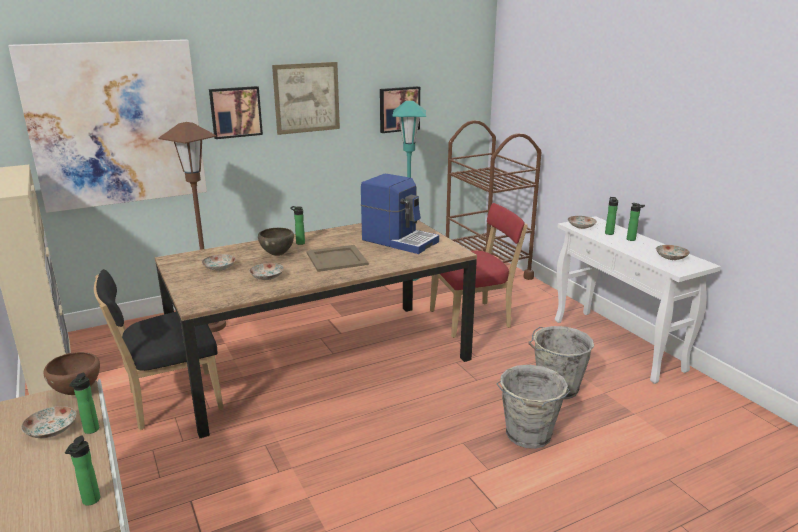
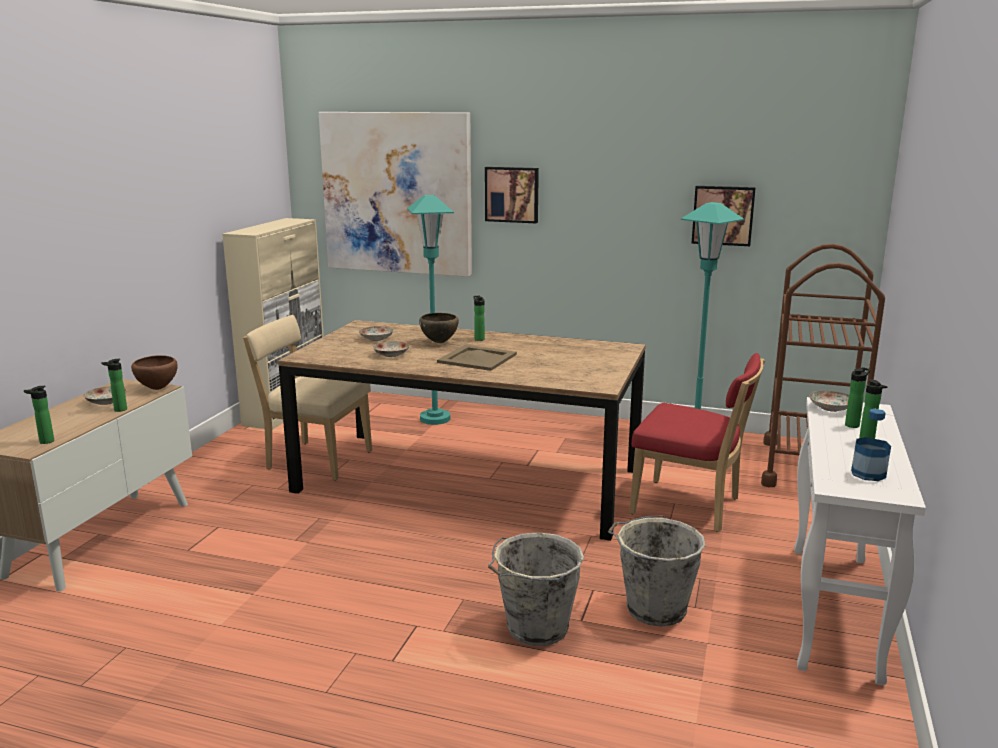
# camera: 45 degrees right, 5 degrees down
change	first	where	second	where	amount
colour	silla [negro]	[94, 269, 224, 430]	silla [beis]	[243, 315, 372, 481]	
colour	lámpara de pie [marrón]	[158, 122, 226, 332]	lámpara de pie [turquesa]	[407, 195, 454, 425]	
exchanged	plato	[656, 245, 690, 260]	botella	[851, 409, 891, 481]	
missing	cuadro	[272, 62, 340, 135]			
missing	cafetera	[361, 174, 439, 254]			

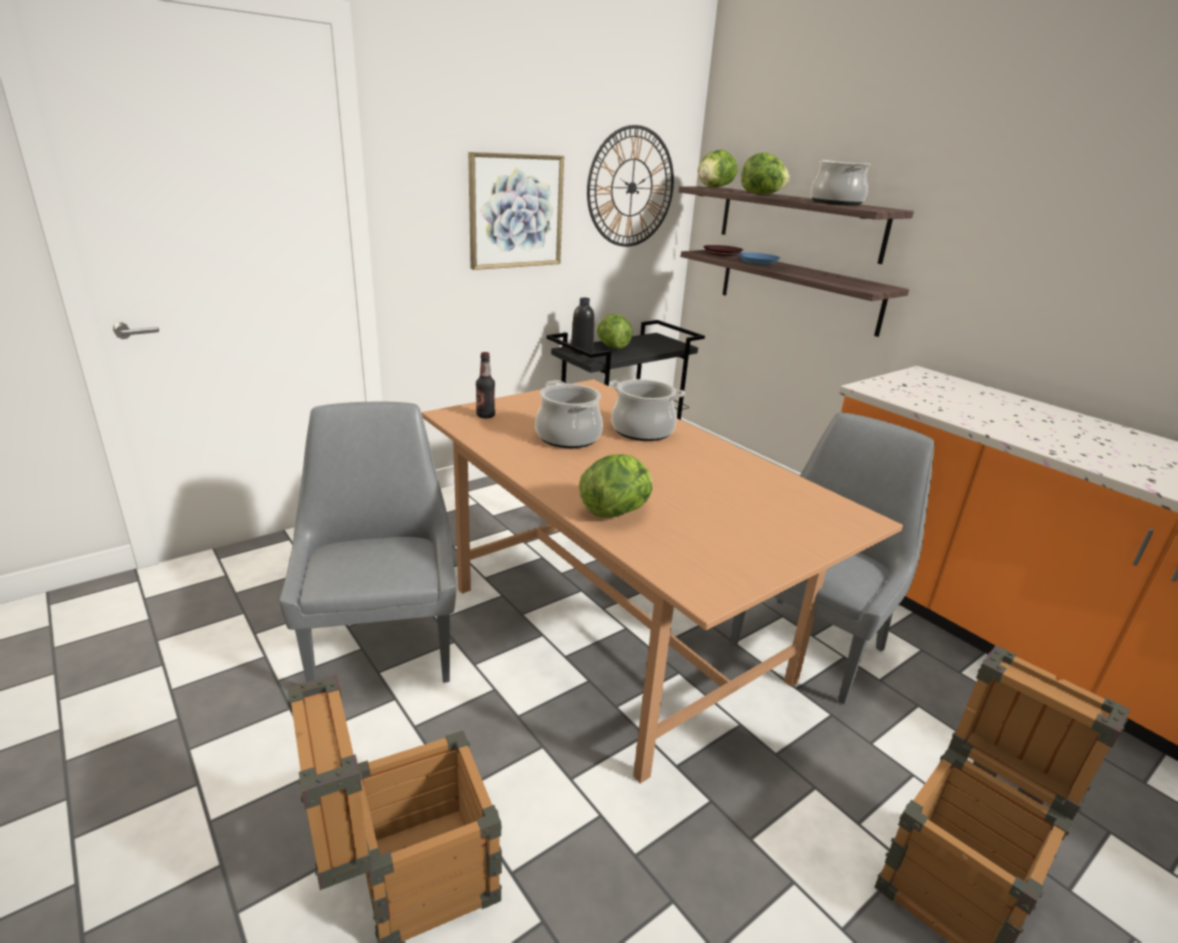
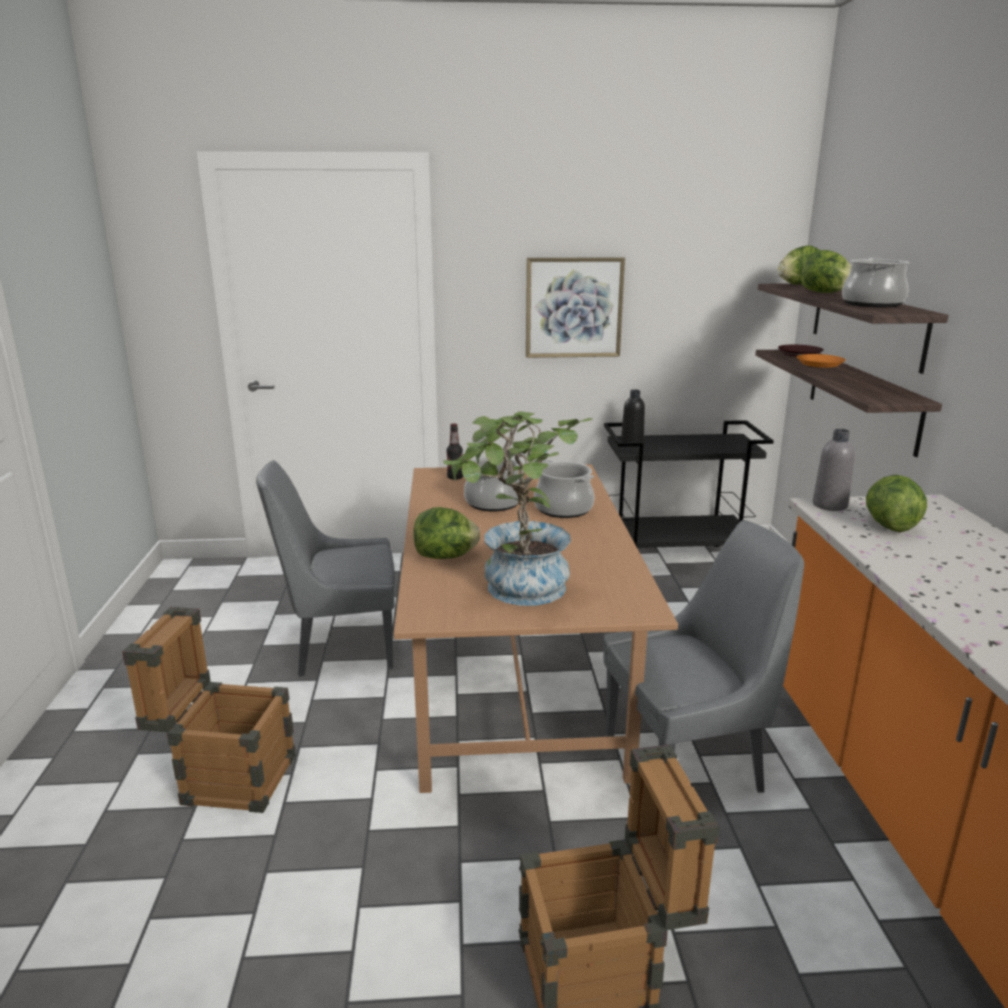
# camera: 35 degrees right, 5 degrees down
change	first	where	second	where	amount
spun	silla [gris]	[279, 402, 456, 683]		[256, 460, 395, 677]	120 degrees counterclockwise
appeared			planta en maceta	[443, 412, 592, 606]	
colour	plato [azul]	[738, 253, 780, 264]	plato [naranja]	[797, 354, 846, 368]	
appeared			botella [gris]	[813, 429, 855, 511]	
relocated	lechuga	[596, 314, 632, 349]		[866, 475, 927, 532]	
missing	reloj de pared	[587, 125, 674, 247]			

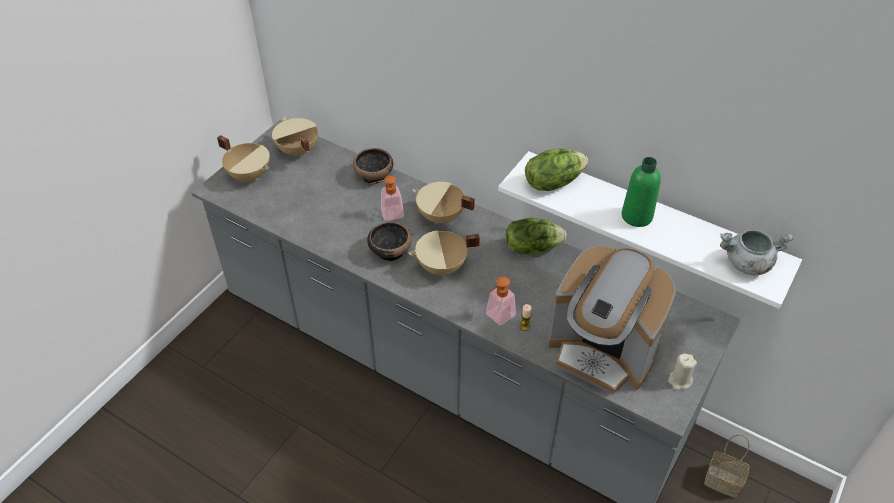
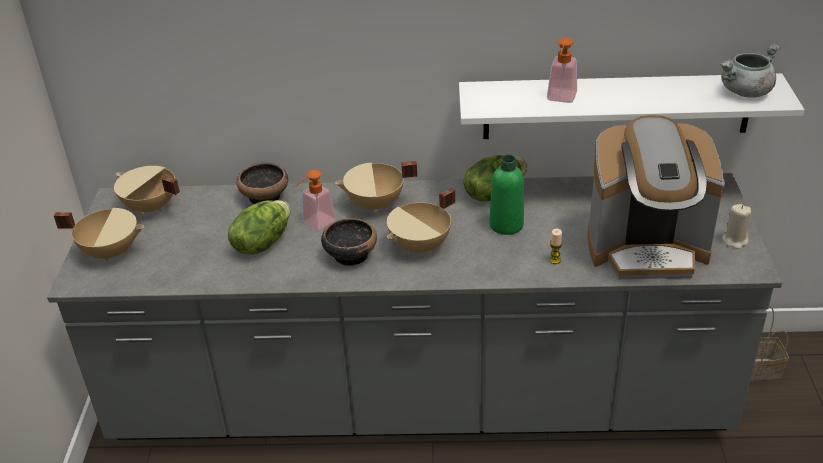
# camera: 30 degrees left, 10 degrees down
change	first	where	second	where	amount
relocated	lechuga	[525, 148, 588, 191]		[228, 200, 290, 255]	
relocated	botella [verde]	[622, 157, 661, 227]		[489, 155, 524, 235]	
relocated	dispensador de jabón	[486, 277, 516, 326]		[547, 38, 577, 103]	

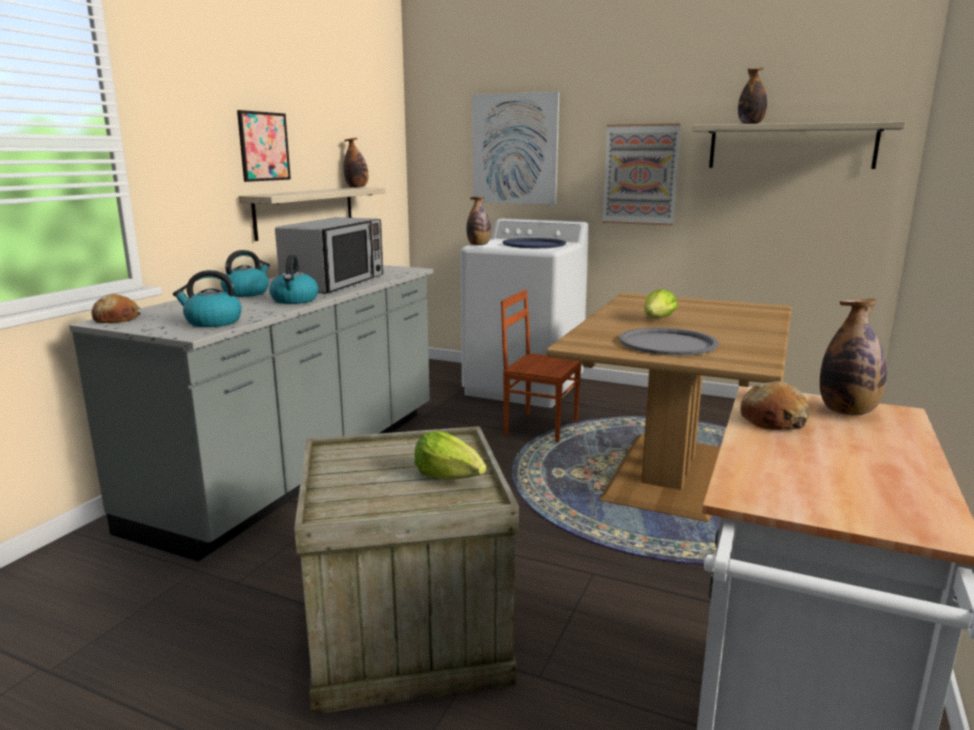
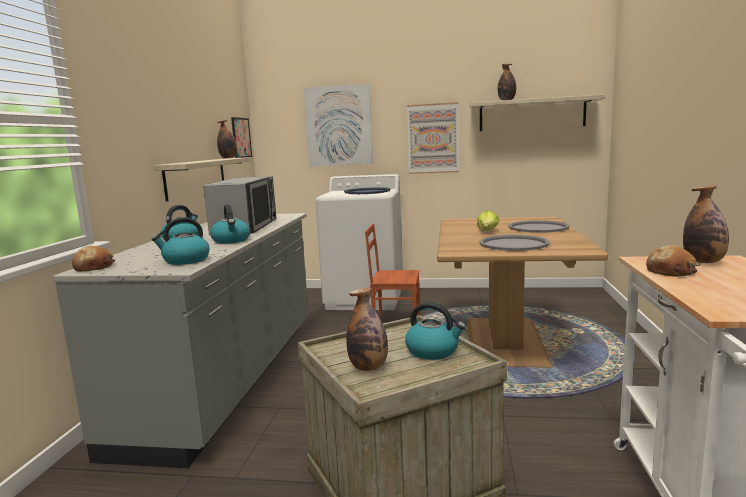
# camera: 15 degrees left, 5 degrees down
change	first	where	second	where	amount
relocated	cuadro	[237, 110, 291, 182]		[231, 117, 252, 158]	
relocated	botella	[467, 196, 491, 245]		[346, 288, 388, 371]	
exchanged	lechuga	[414, 430, 486, 480]	hervidor	[405, 302, 466, 360]	
appeared			bandeja [gris]	[508, 220, 570, 233]	

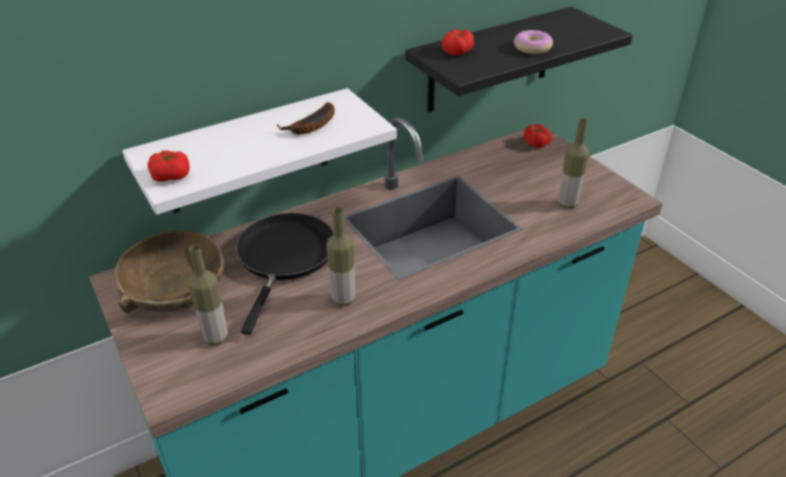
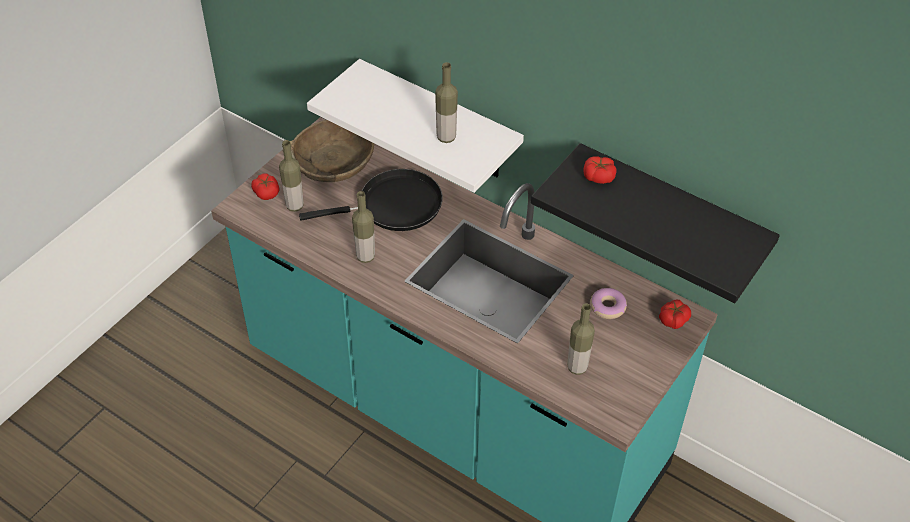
# camera: 65 degrees right, 10 degrees up
change	first	where	second	where	amount
relocated	tomate	[148, 151, 190, 182]		[251, 173, 280, 200]	
exchanged	plátano	[277, 102, 335, 134]	botella	[435, 62, 458, 143]	
relocated	rosquilla	[514, 30, 553, 54]		[590, 288, 627, 319]	

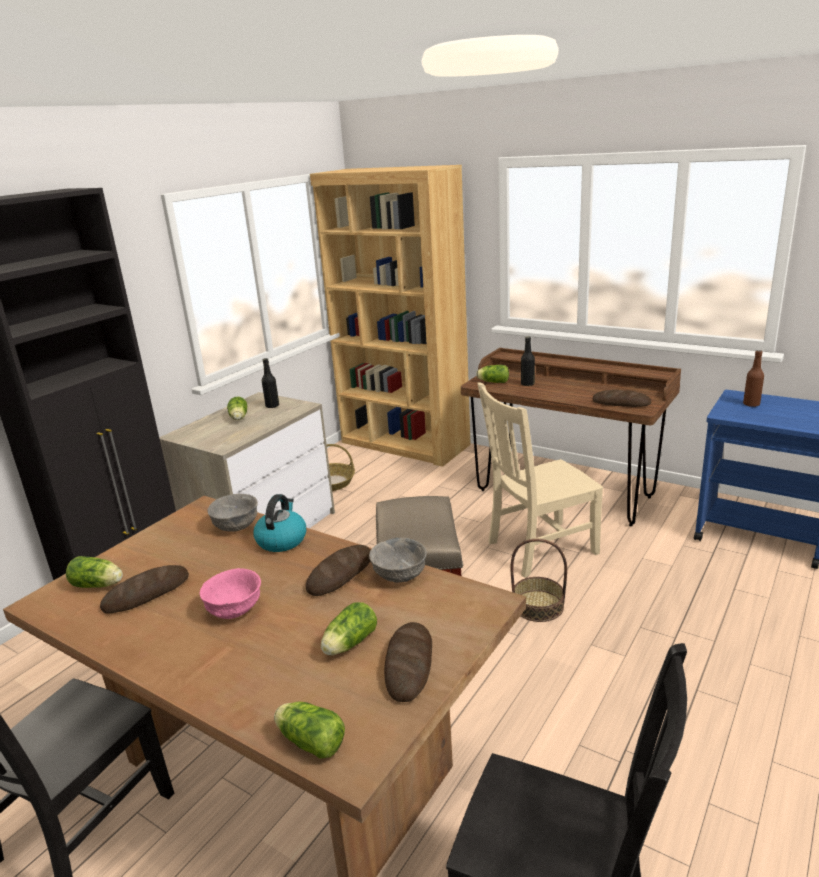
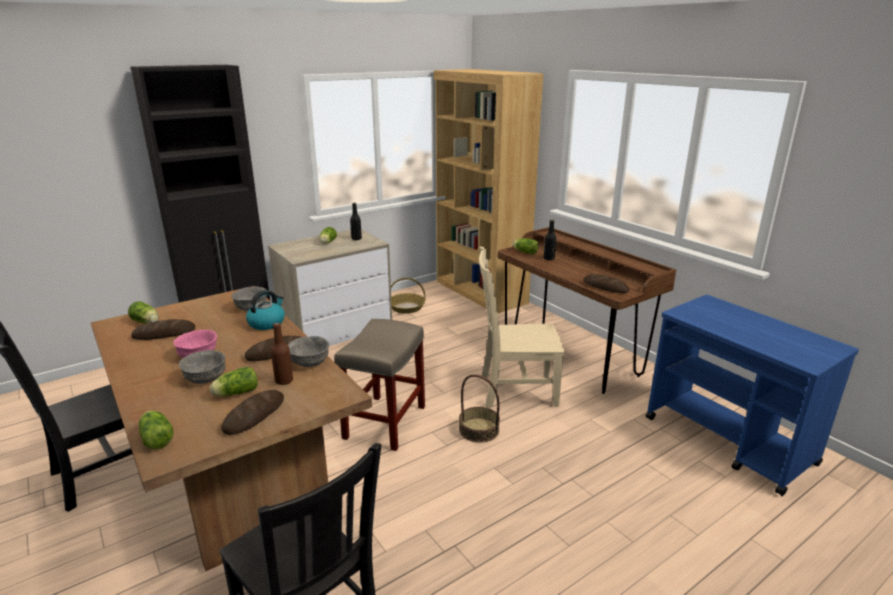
# camera: 20 degrees right, 0 degrees up
change	first	where	second	where	amount
appeared			cuenco [gris]	[179, 350, 226, 384]	
relocated	botella [marrón]	[743, 350, 764, 407]		[271, 322, 293, 385]	

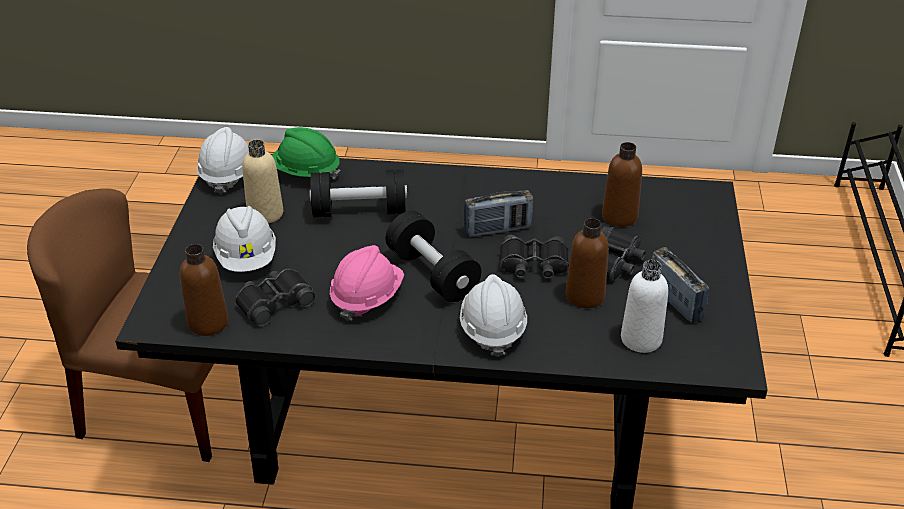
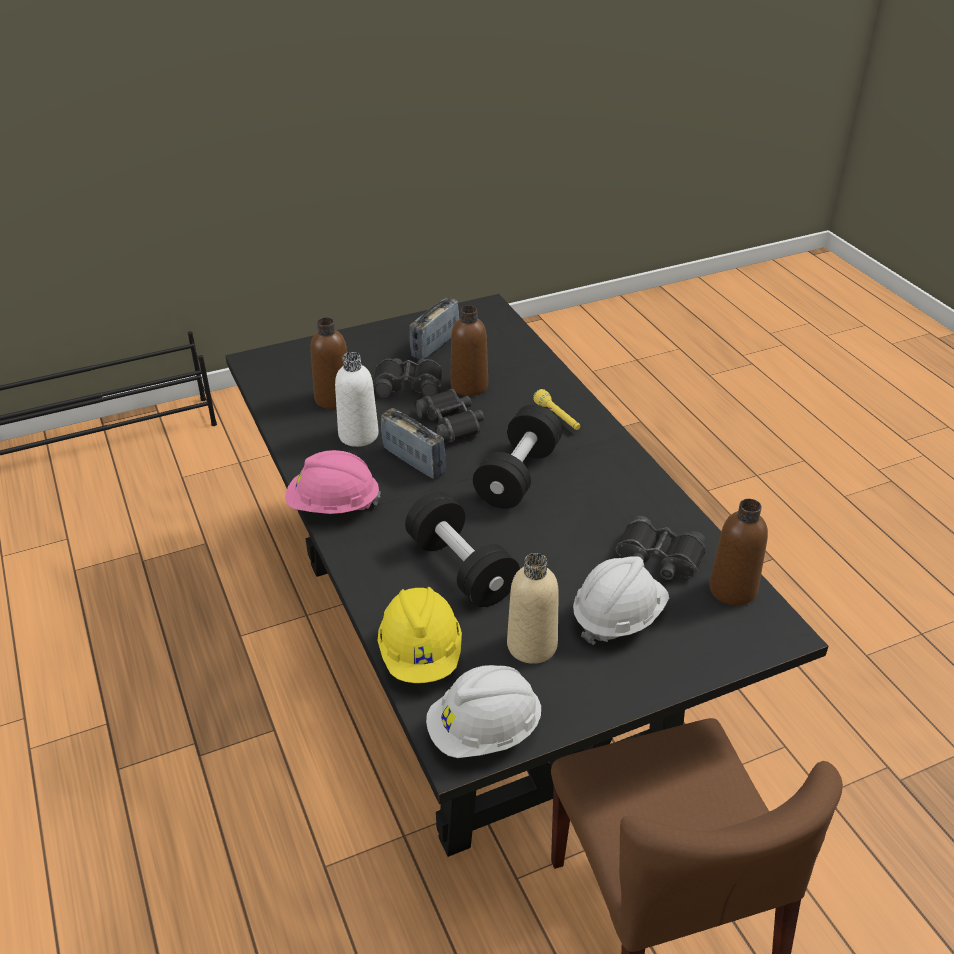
# camera: 120 degrees left, 0 degrees up
change	first	where	second	where	amount
relocated	casco [rosa]	[330, 245, 404, 321]		[286, 450, 381, 514]	
relocated	botella [blanco]	[621, 260, 668, 353]		[335, 352, 379, 447]	
colour	casco [verde]	[272, 127, 340, 180]	casco [amarillo]	[378, 587, 462, 683]	
exchanged	casco [blanco]	[460, 274, 527, 357]	linterna [amarillo]	[533, 389, 580, 430]	

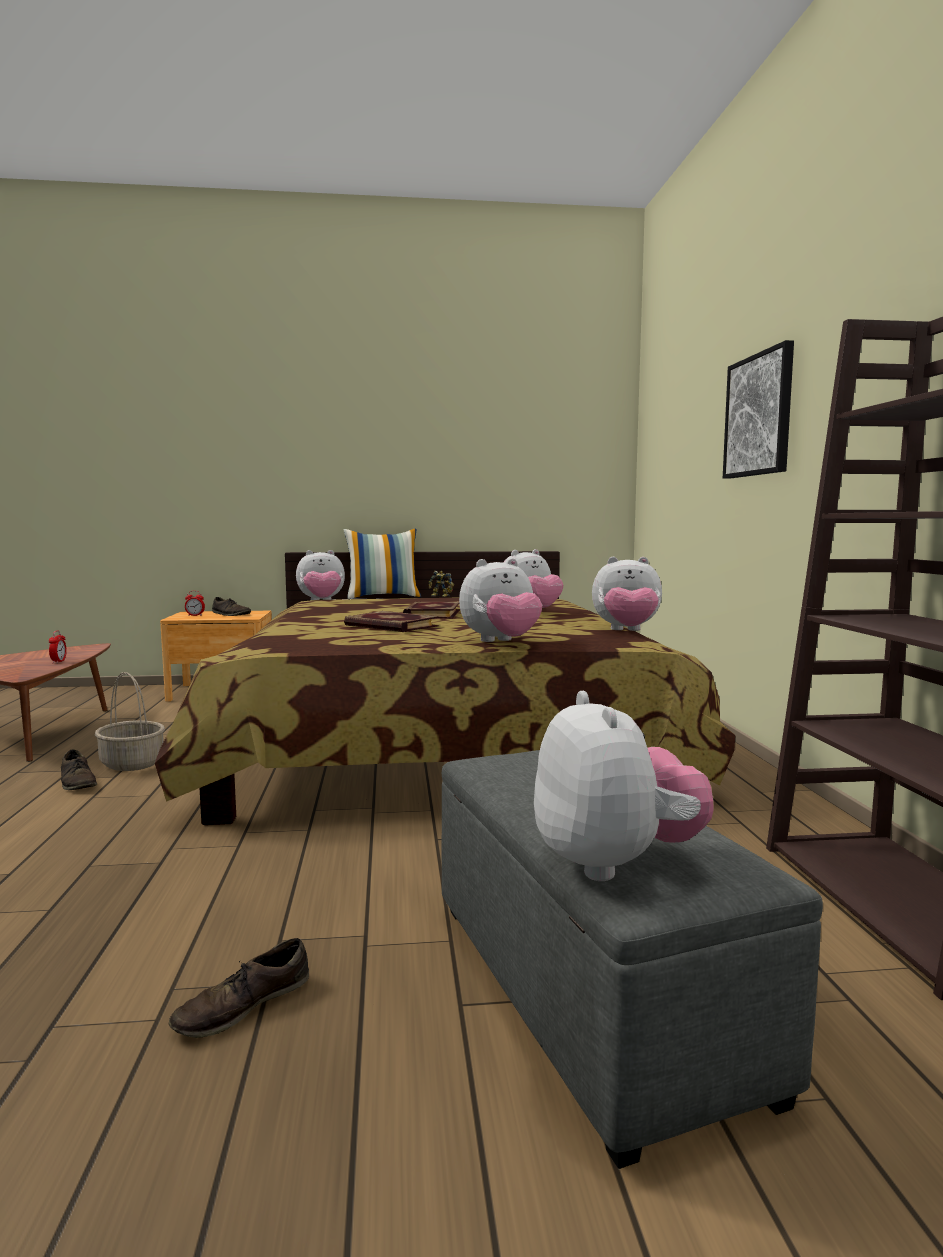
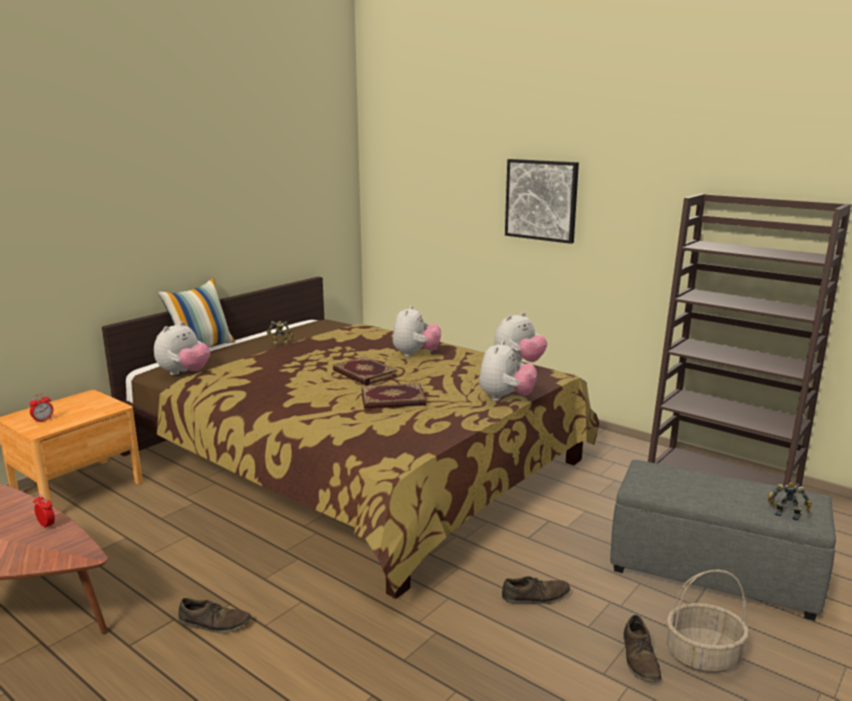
# camera: 45 degrees left, 10 degrees up
change	first	where	second	where	amount
relocated	zapato [marrón]	[212, 597, 251, 616]		[502, 576, 570, 604]	
relocated	cesta	[95, 672, 165, 771]		[667, 570, 749, 673]	
exchanged	peluche	[534, 691, 714, 881]	robot de juguete	[768, 482, 812, 521]	

